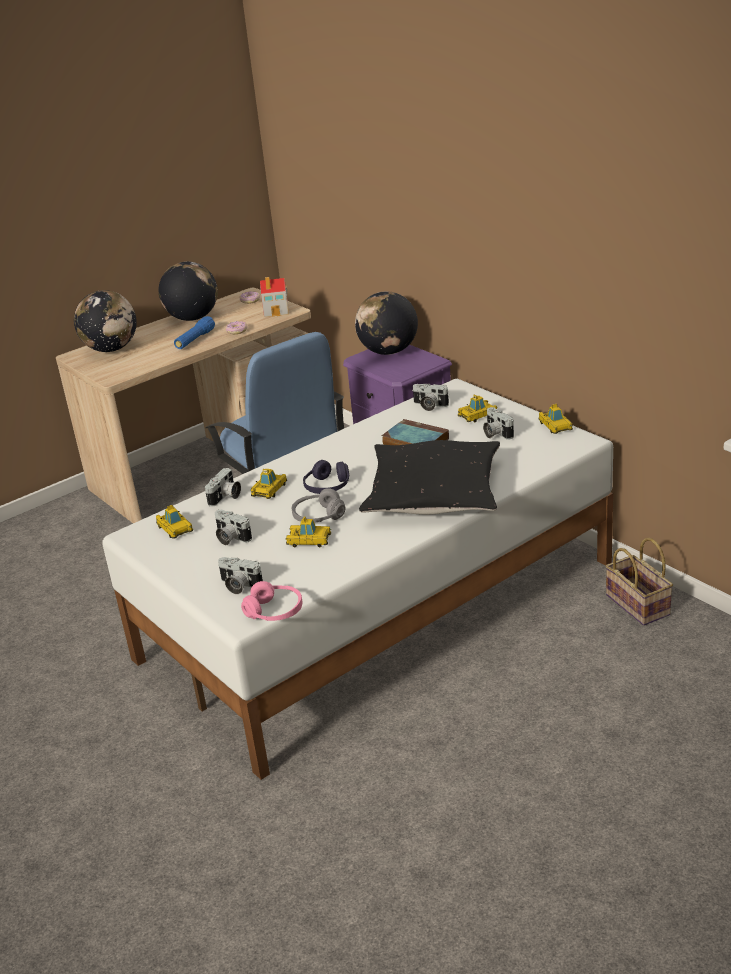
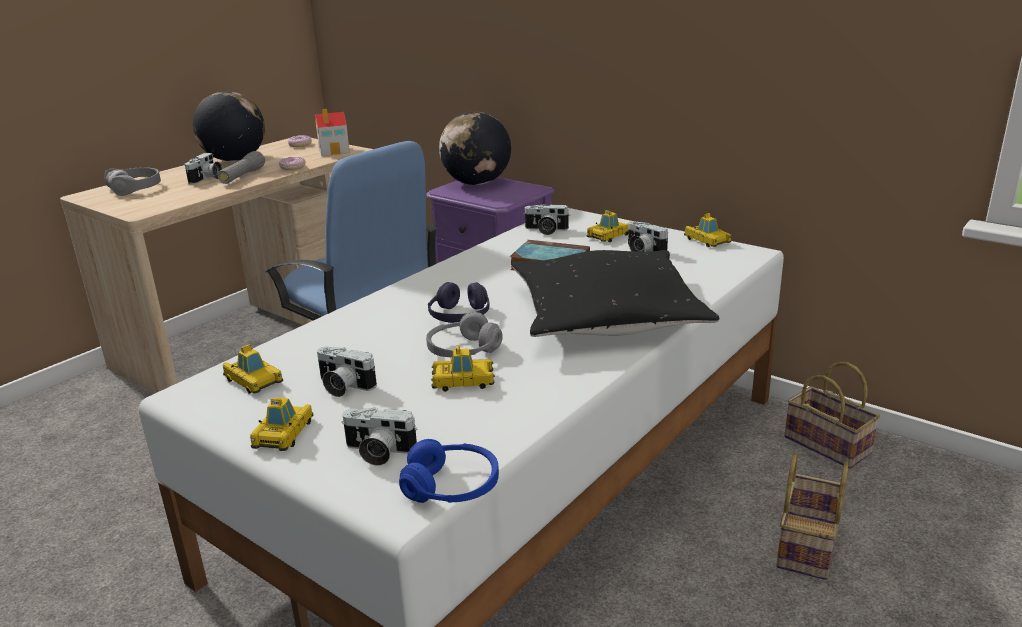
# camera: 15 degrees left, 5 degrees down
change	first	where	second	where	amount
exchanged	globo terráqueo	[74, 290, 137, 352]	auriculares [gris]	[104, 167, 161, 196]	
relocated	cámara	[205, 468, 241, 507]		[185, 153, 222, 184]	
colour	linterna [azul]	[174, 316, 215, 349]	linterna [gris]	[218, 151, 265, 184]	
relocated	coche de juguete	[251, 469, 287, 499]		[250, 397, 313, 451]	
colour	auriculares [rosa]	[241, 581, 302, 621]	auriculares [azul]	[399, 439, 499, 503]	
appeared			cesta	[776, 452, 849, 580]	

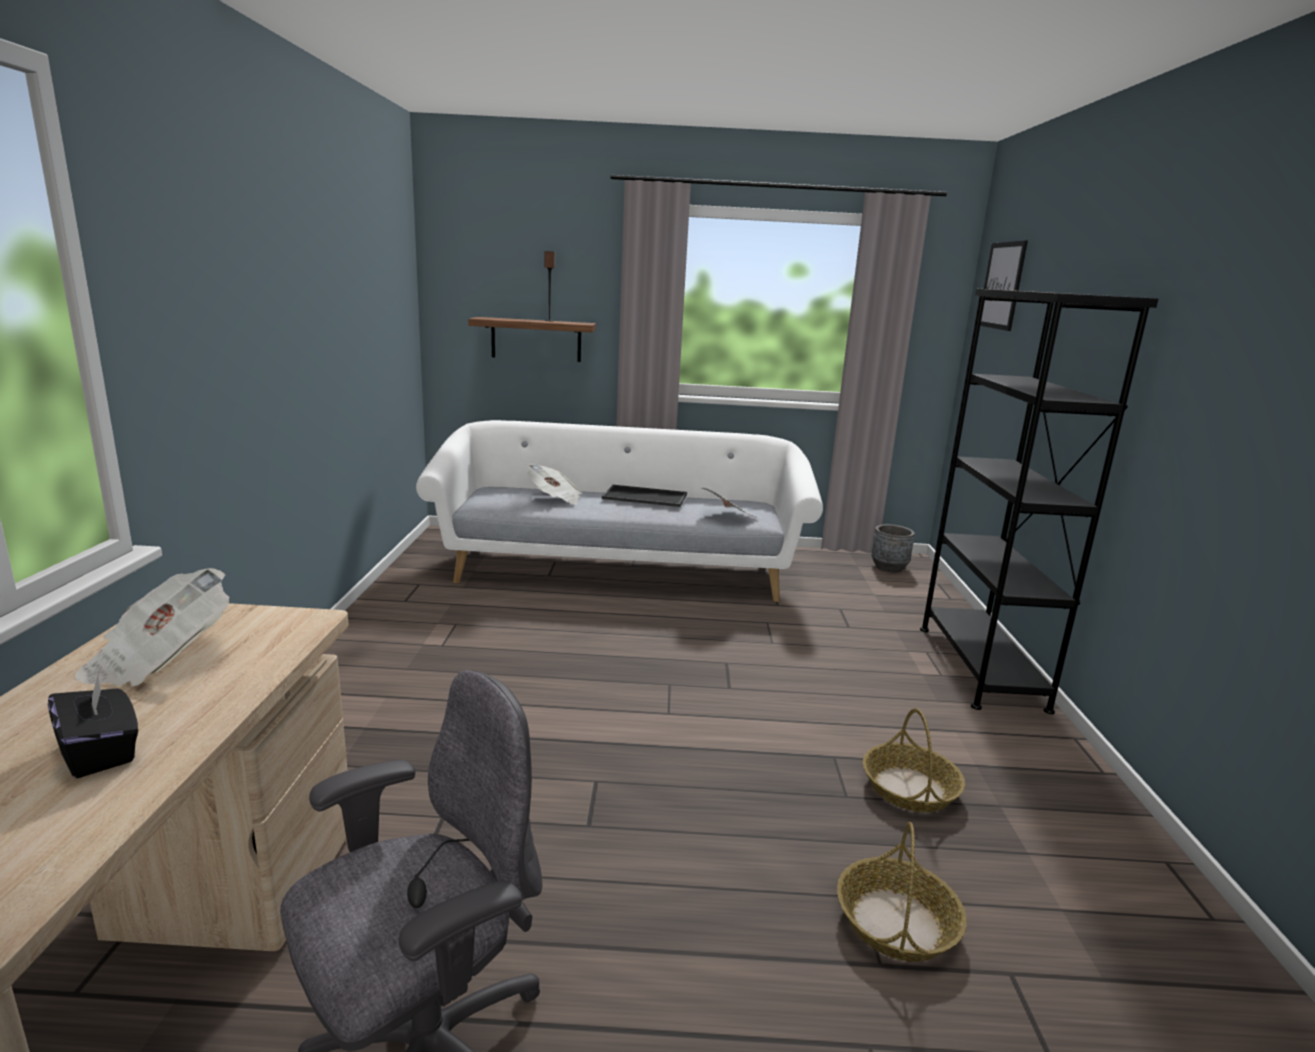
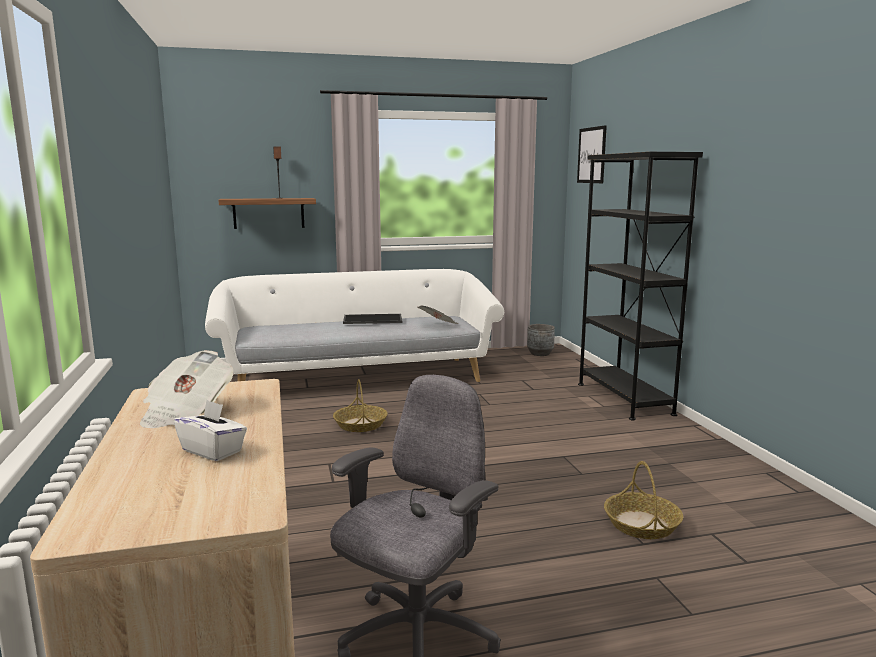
# camera: 15 degrees left, 5 degrees down
change	first	where	second	where	amount
colour	caja de pañuelos [negro]	[48, 673, 138, 778]	caja de pañuelos [blanco]	[174, 400, 247, 461]	
relocated	cesta	[863, 708, 965, 812]		[333, 379, 388, 432]	
missing	periódico	[527, 464, 581, 505]			

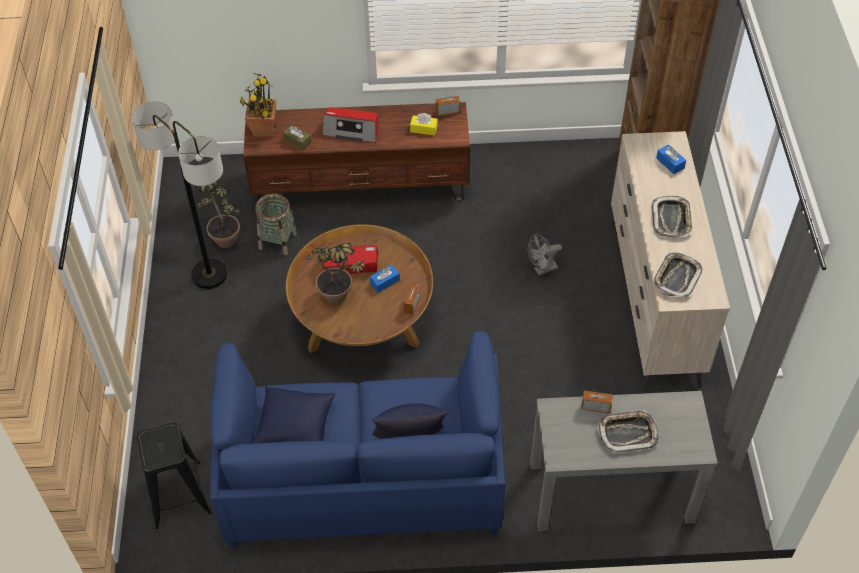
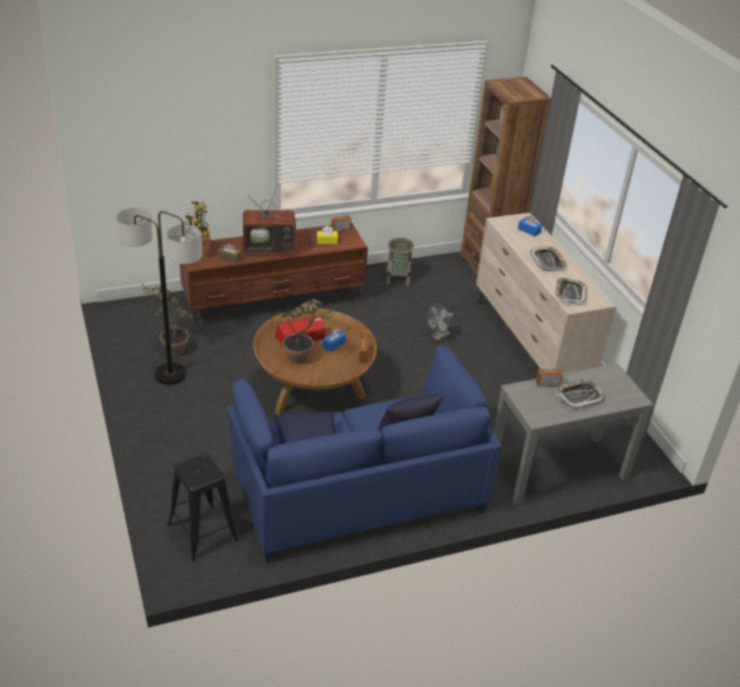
# camera: 20 degrees left, 15 degrees down
change	first	where	second	where	amount
exchanged	radio	[322, 107, 378, 143]	televisor	[243, 185, 305, 254]	
relocated	cesta	[255, 193, 297, 255]		[386, 238, 414, 286]	

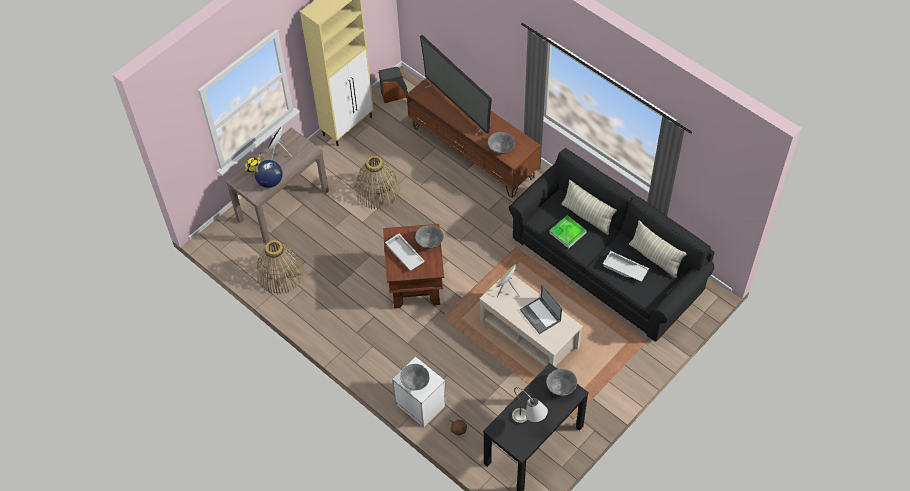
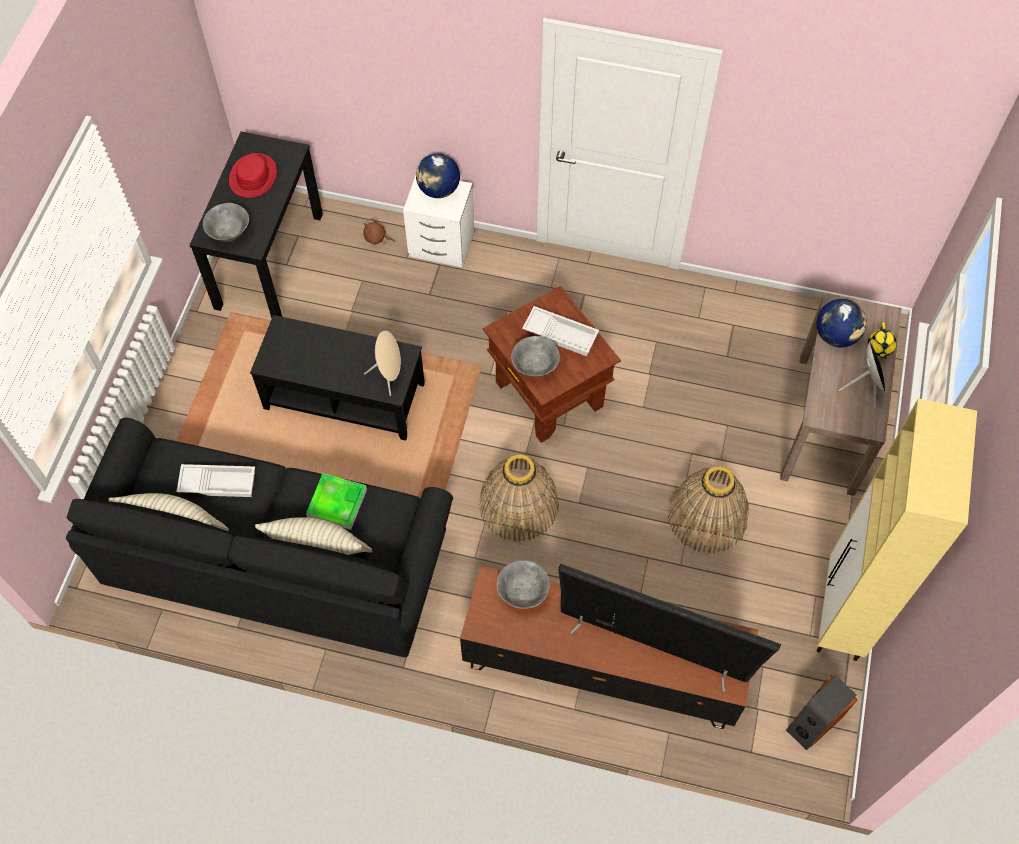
# camera: 150 degrees right, 5 degrees up
change	first	where	second	where	amount
exchanged	lámpara de mesa [gris]	[512, 387, 548, 424]	sombrero [rojo]	[229, 153, 277, 198]	
colour	mesa de centro [beis]	[480, 275, 583, 367]	mesa de centro [negro]	[250, 315, 425, 441]	
exchanged	cuenco [gris]	[400, 364, 429, 391]	globo terráqueo	[416, 153, 460, 198]	
relocated	cesta	[256, 240, 304, 294]		[479, 454, 559, 542]	
missing	portátil	[520, 285, 562, 334]			

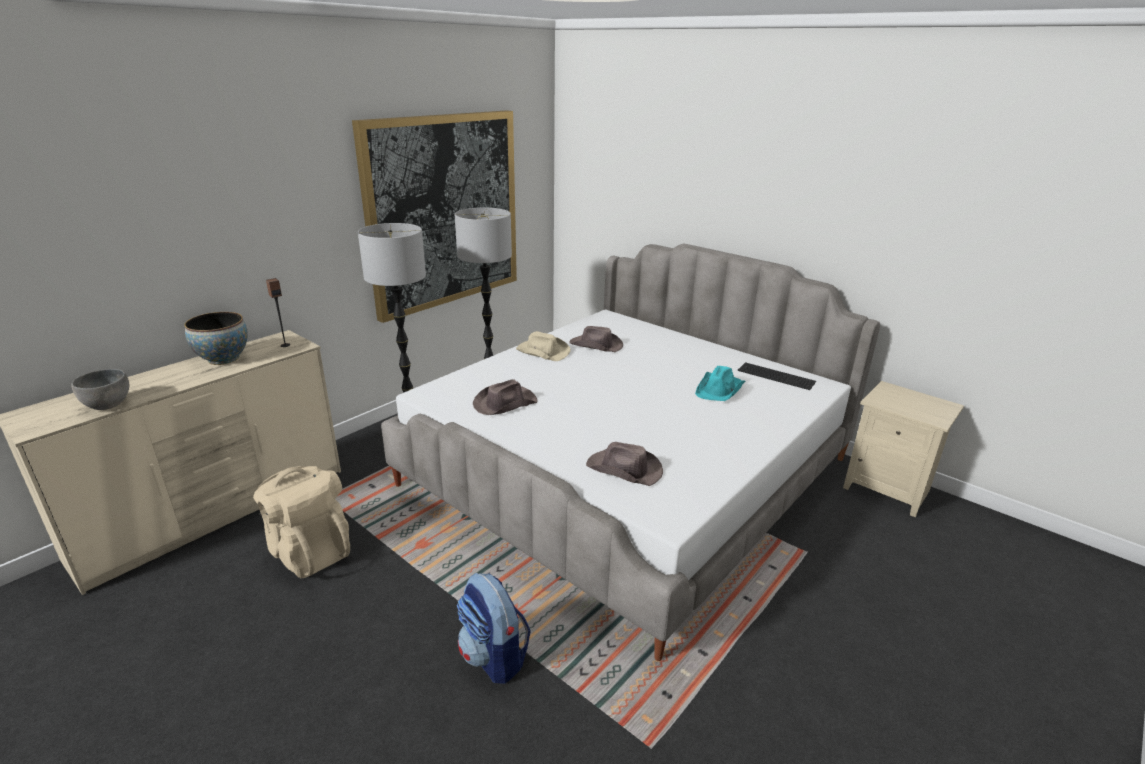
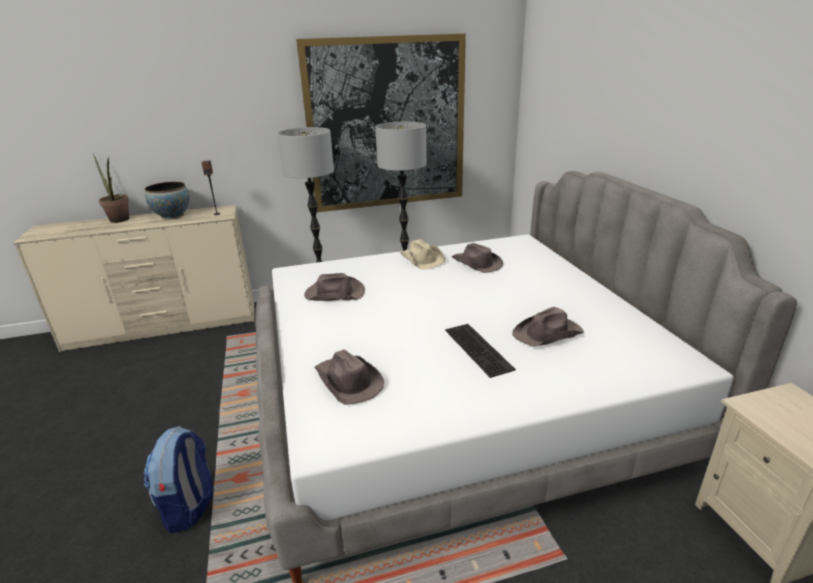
# camera: 35 degrees right, 0 degrees up
change	first	where	second	where	amount
appeared			planta en maceta	[93, 154, 129, 223]	
relocated	teclado	[738, 362, 816, 390]		[445, 324, 516, 378]	
colour	sombrero [turquesa]	[695, 366, 745, 401]	sombrero [marrón]	[512, 307, 584, 347]	
missing	cuenco [gris]	[71, 369, 129, 410]			
missing	mochila [beis]	[253, 466, 350, 578]			

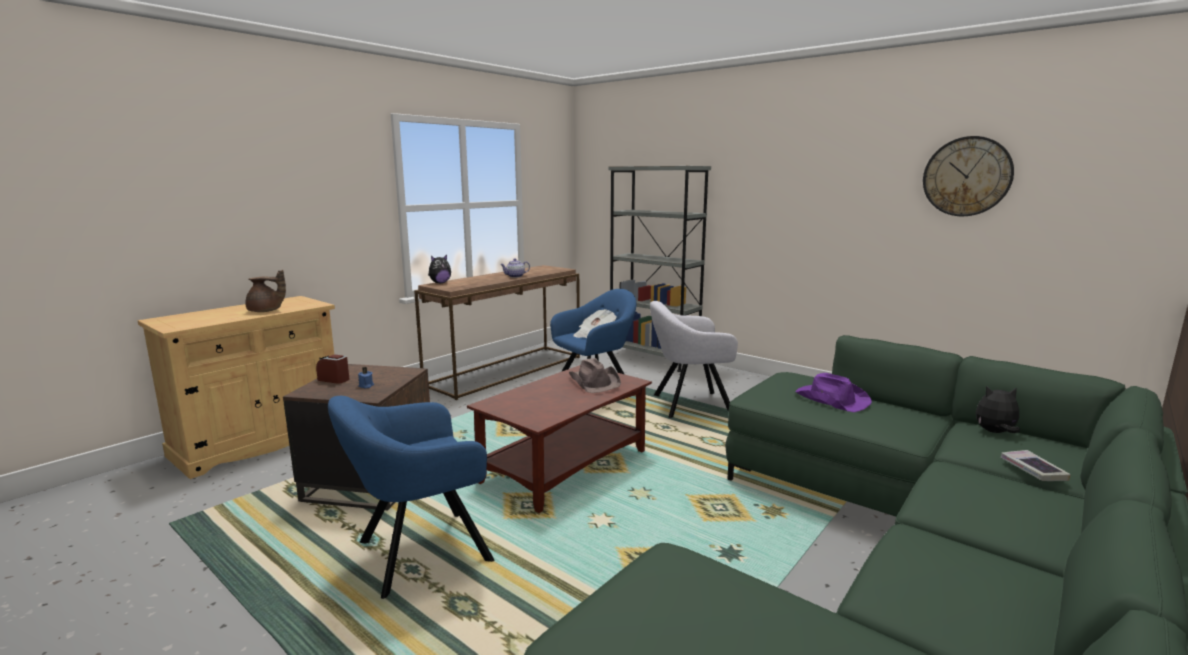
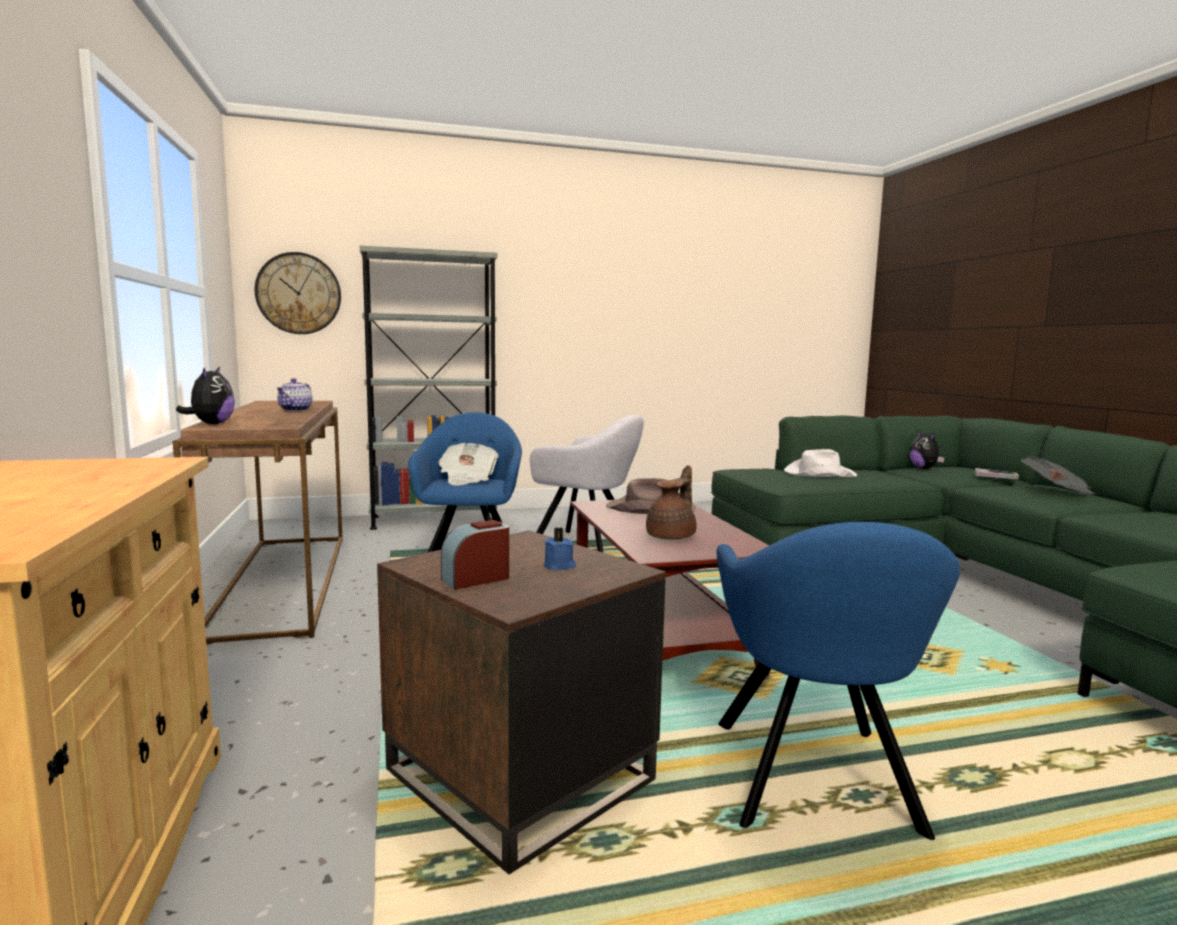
# camera: 55 degrees left, 5 degrees down
change	first	where	second	where	amount
relocated	reloj de pared	[923, 136, 1014, 216]		[255, 252, 341, 334]	
spun	sillón [gris]	[650, 301, 738, 418]		[530, 415, 644, 552]	90 degrees counterclockwise
relocated	tetera [marrón]	[246, 270, 286, 312]		[646, 465, 697, 540]	
colour	sombrero [morado]	[795, 373, 872, 412]	sombrero [blanco]	[784, 449, 857, 477]	
spun	peluche	[976, 386, 1020, 433]		[909, 431, 945, 469]	60 degrees counterclockwise
appeared			periódico	[1020, 456, 1095, 494]	

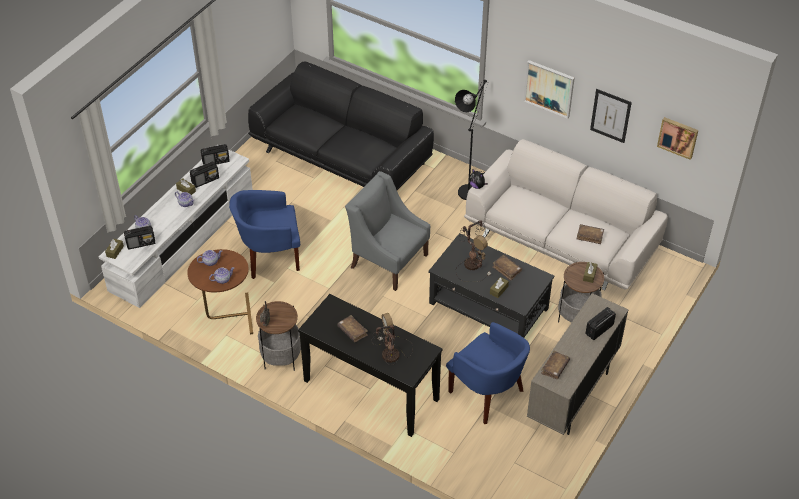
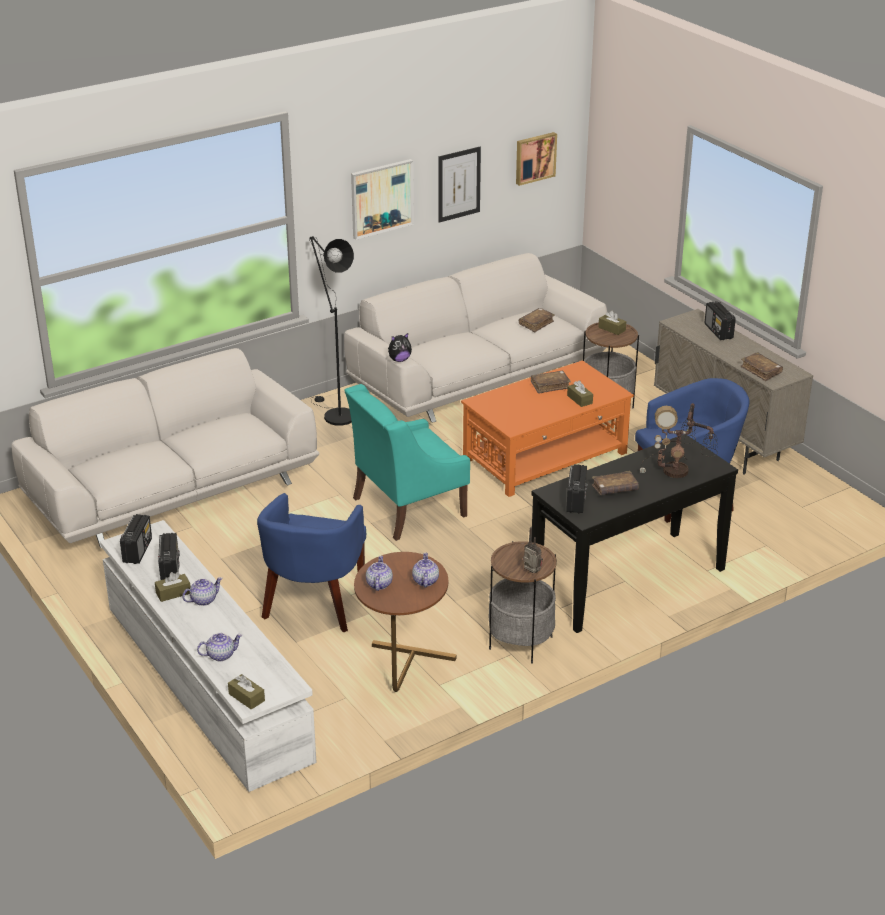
# camera: 65 degrees left, 15 degrees down
change	first	where	second	where	amount
colour	sofá [negro]	[248, 61, 434, 190]	sofá [blanco]	[11, 348, 320, 548]	
colour	sillón [gris]	[345, 171, 430, 291]	sillón [turquesa]	[344, 384, 470, 541]	
colour	mesa de centro [negro]	[428, 234, 555, 338]	mesa de centro [naranja]	[461, 360, 634, 497]	
relocated	radio	[124, 226, 155, 250]		[566, 464, 588, 513]	
missing	lámpara de mesa	[456, 220, 492, 282]			

